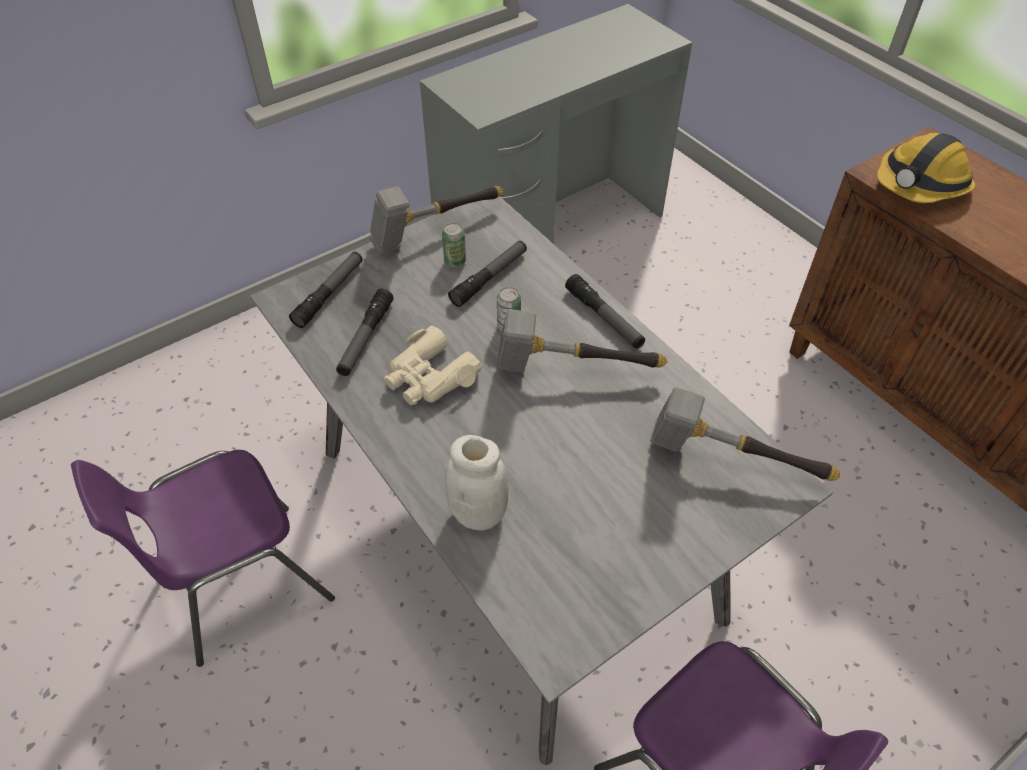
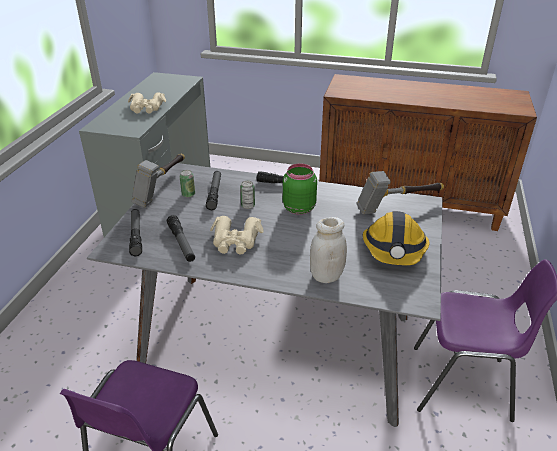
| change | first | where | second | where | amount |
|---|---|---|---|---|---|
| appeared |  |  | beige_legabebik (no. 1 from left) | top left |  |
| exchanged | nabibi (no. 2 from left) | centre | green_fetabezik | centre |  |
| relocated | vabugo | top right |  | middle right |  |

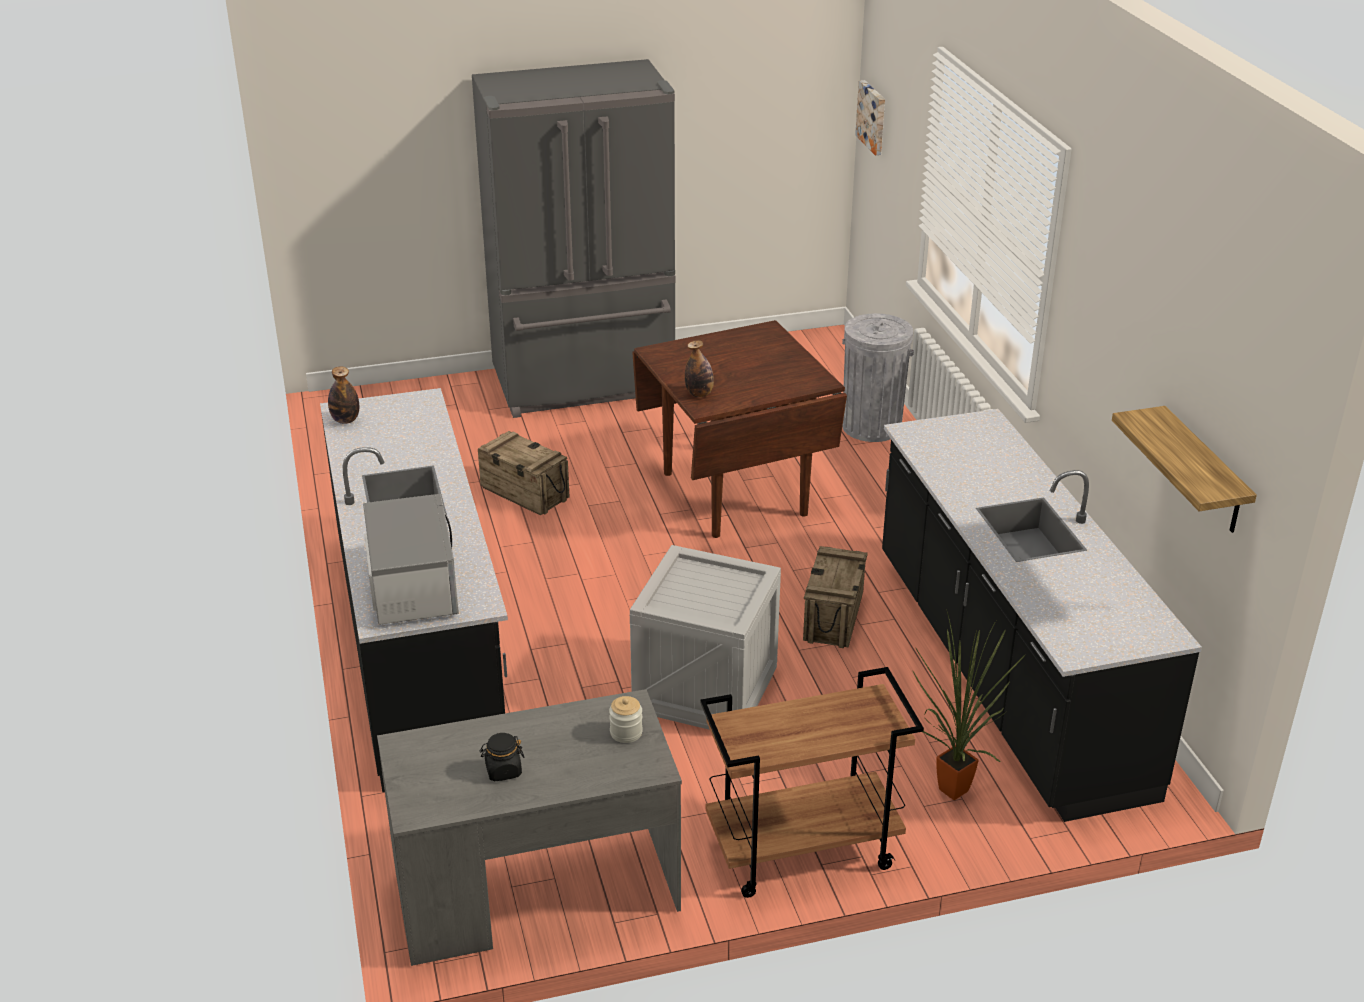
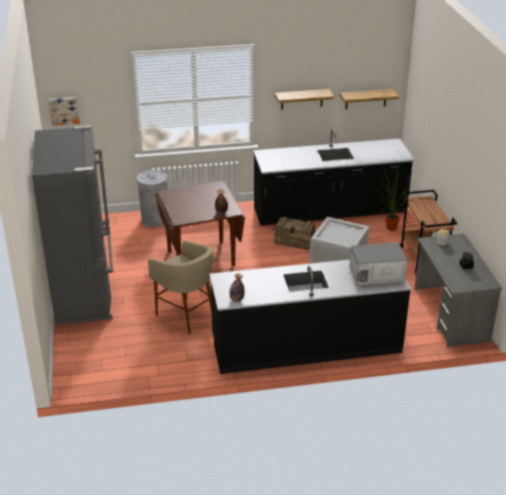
| change | first | where | second | where | amount |
|---|---|---|---|---|---|
| exchanged | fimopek (no. 1 from left) | centre | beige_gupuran | centre |  |
| appeared |  |  | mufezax (no. 1 from left) | top centre |  |

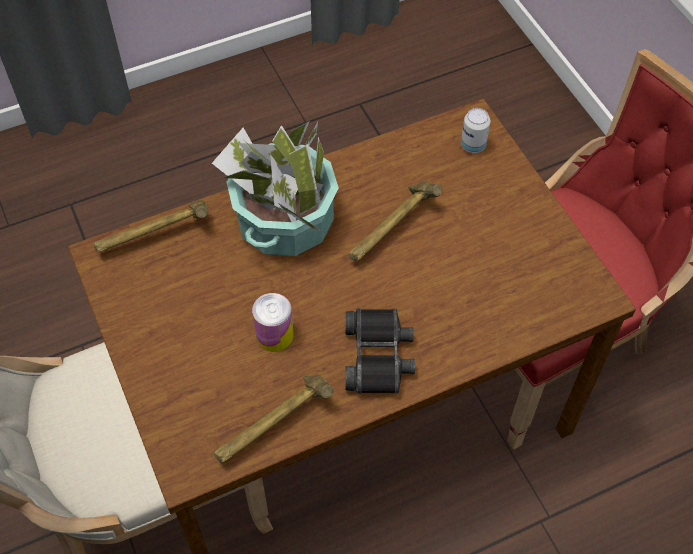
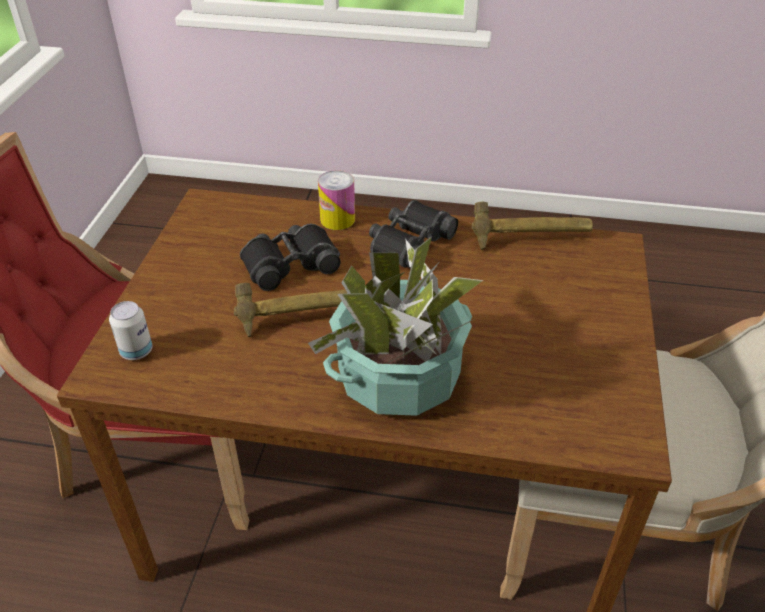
| change | first | where | second | where | amount |
|---|---|---|---|---|---|
| appeared |  |  | black_legabebik (no. 1 from left) | centre |  |
| relocated | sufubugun (no. 1 from left in the first image) | centre | sufubugun (no. 2 from left) | top centre |  |
| missing | nabibi (no. 1 from left) | middle left |  |  |  |

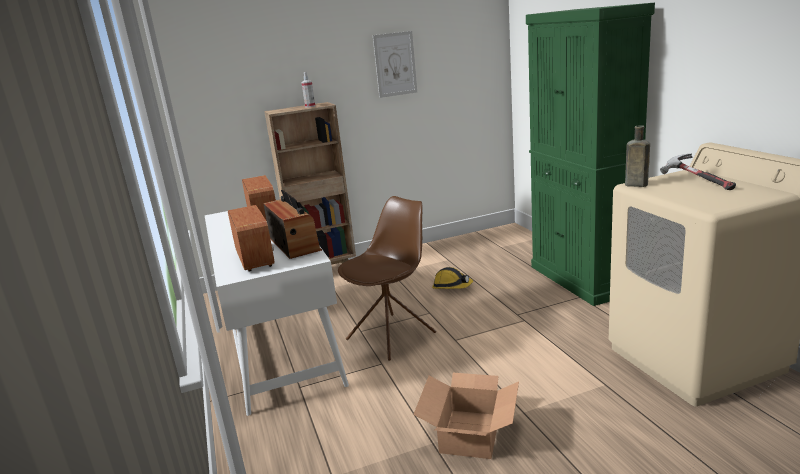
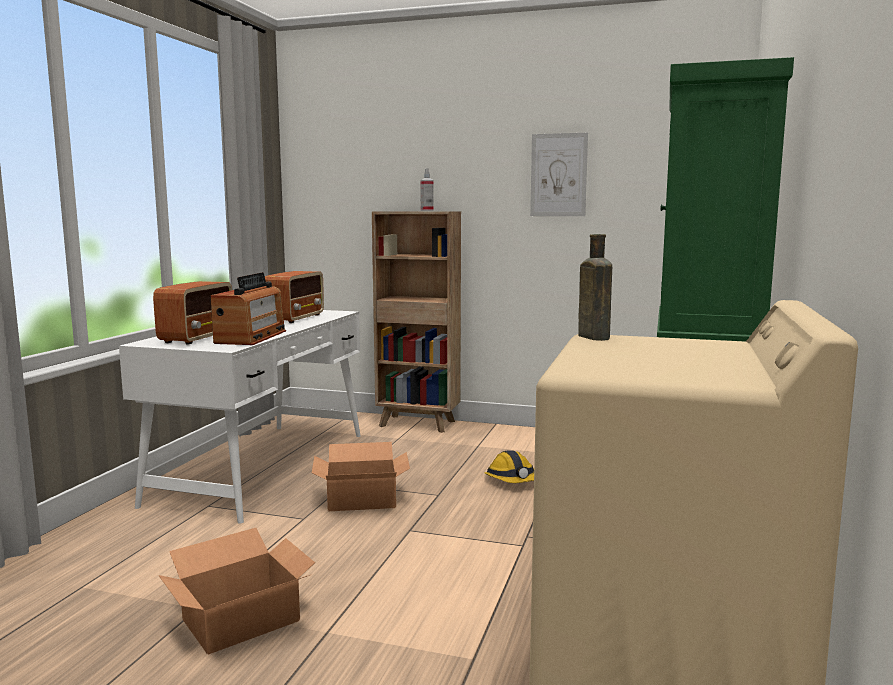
| change | first | where | second | where | amount |
|---|---|---|---|---|---|
| exchanged | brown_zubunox | centre | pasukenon (no. 2 from left) | bottom centre |  |
| missing | nabibi | middle right |  |  |  |

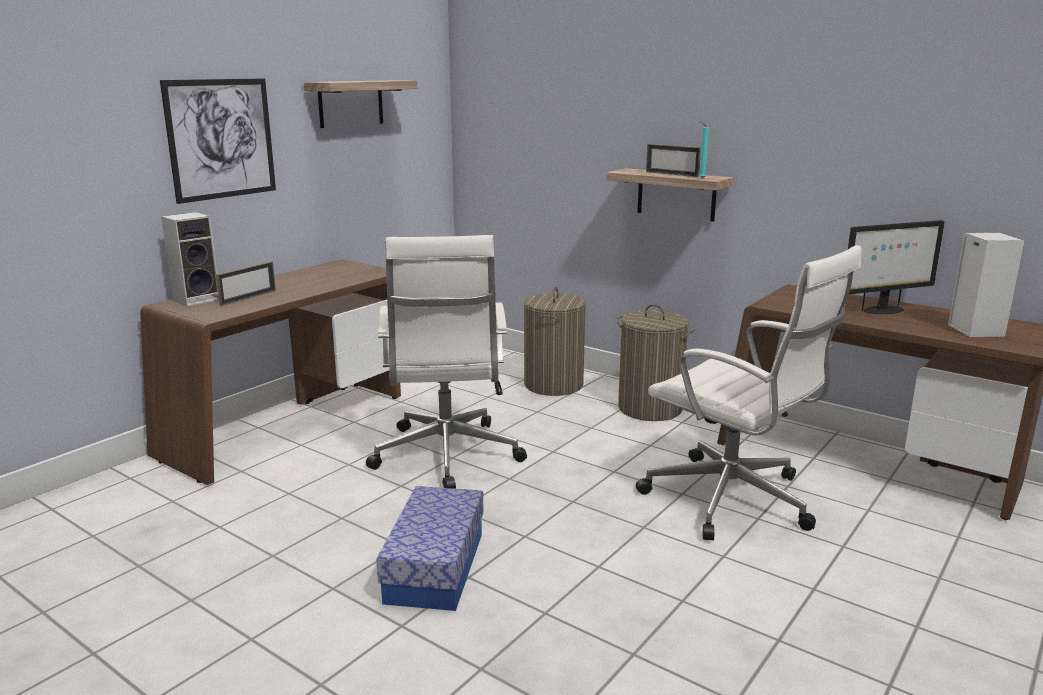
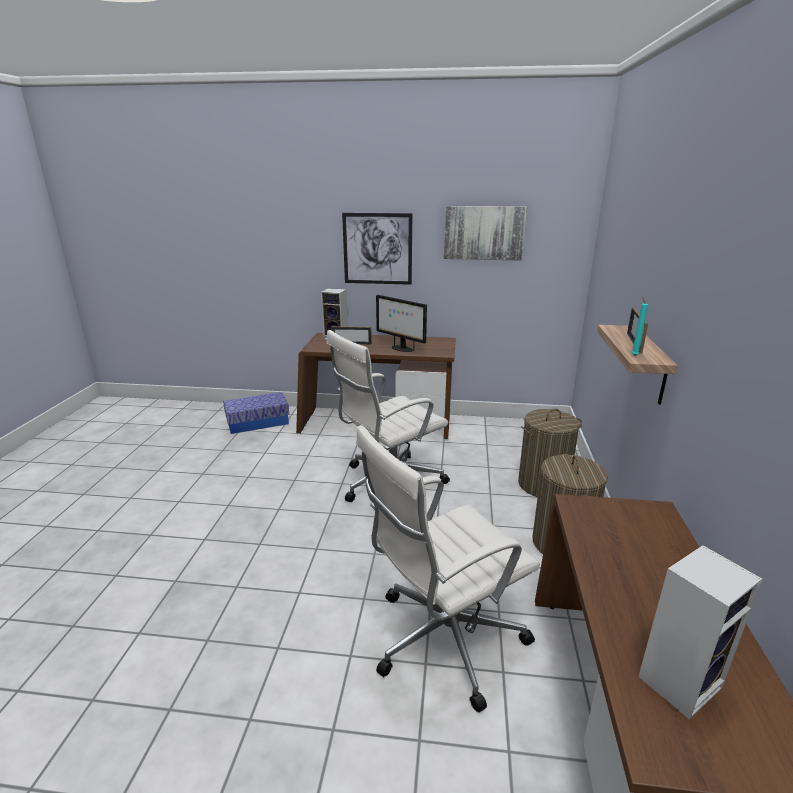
| change | first | where | second | where | amount |
|---|---|---|---|---|---|
| relocated | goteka | bottom centre |  | middle left |  |
| spun | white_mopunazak (no. 2 from left) | middle right |  | bottom centre | 45 degrees clockwise |
| relocated | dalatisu | middle right |  | centre |  |
| exchanged | mufezax (no. 1 from left) | top centre | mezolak (no. 2 from left) | top centre |  |

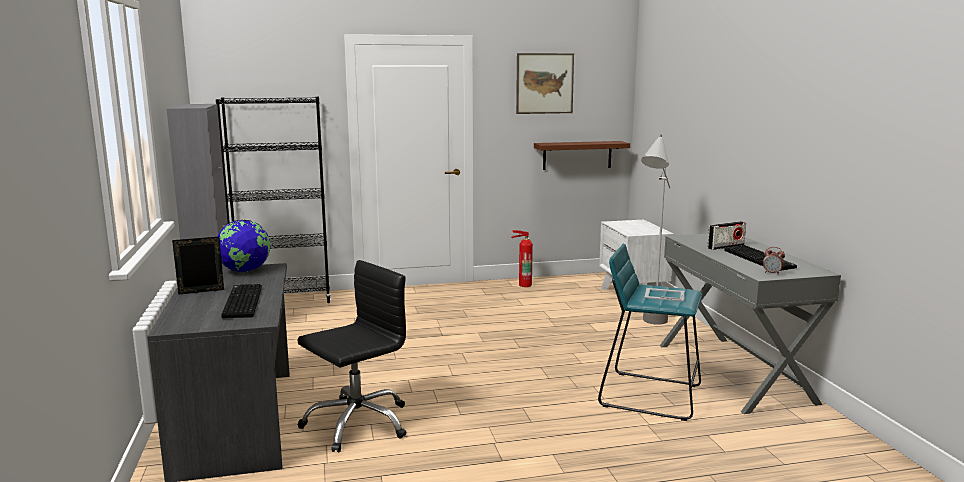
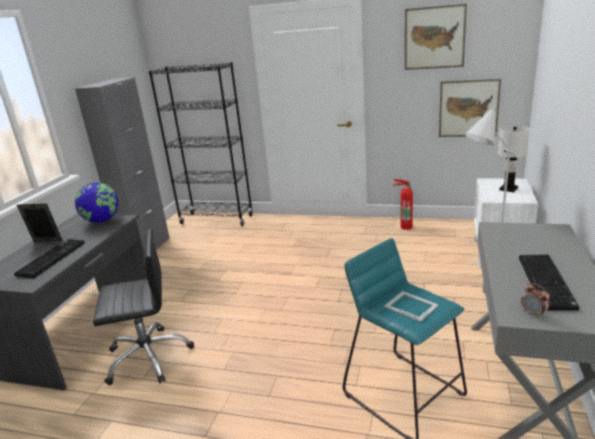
| change | first | where | second | where | amount |
|---|---|---|---|---|---|
| exchanged | brown_mufezax | top centre | mezolak (no. 2 from left) | top right |  |
| appeared |  |  | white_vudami | middle right |  |
| missing | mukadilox | middle right |  |  |  |

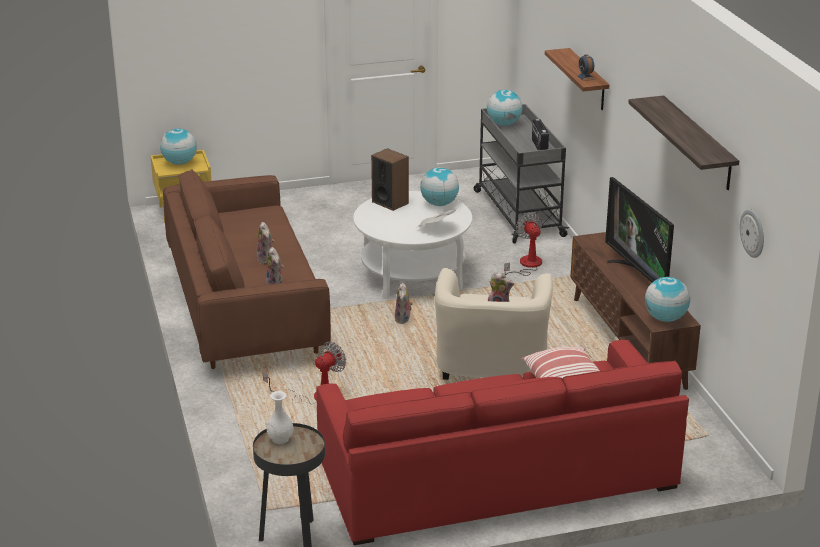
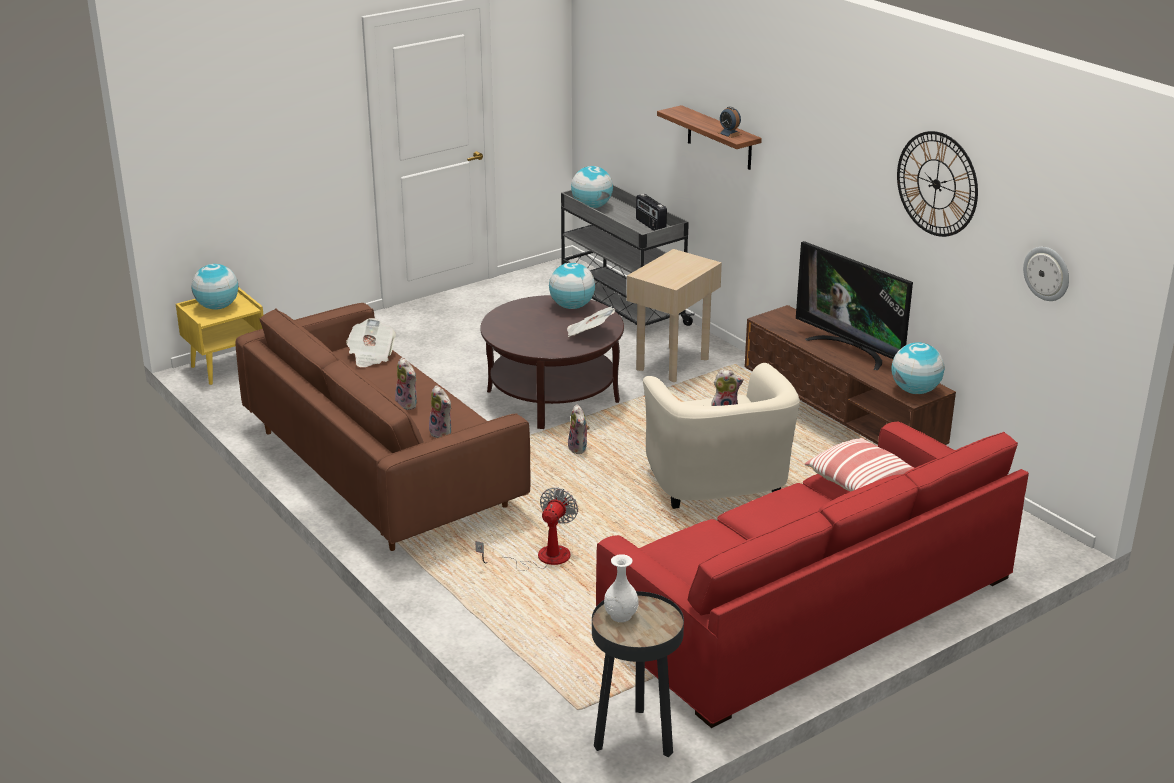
| change | first | where | second | where | amount |
|---|---|---|---|---|---|
| appeared |  |  | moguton (no. 1 from left) | middle left |  |
| colour | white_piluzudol | centre | brown_piluzudol | centre |  |
| exchanged | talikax (no. 2 from left) | centre | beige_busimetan | centre |  |
| exchanged | mufezax (no. 2 from left) | top right | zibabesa (no. 1 from left) | top right |  |
| missing | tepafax | top centre |  |  |  |

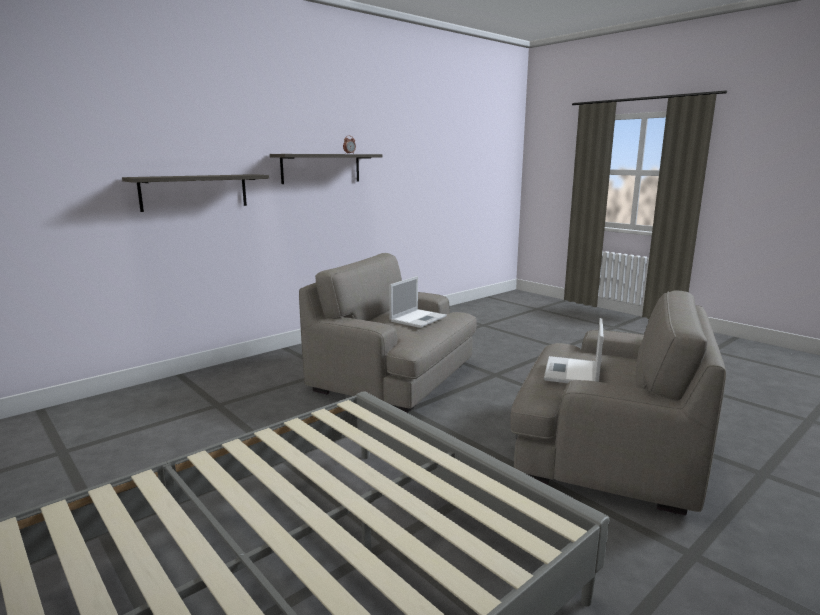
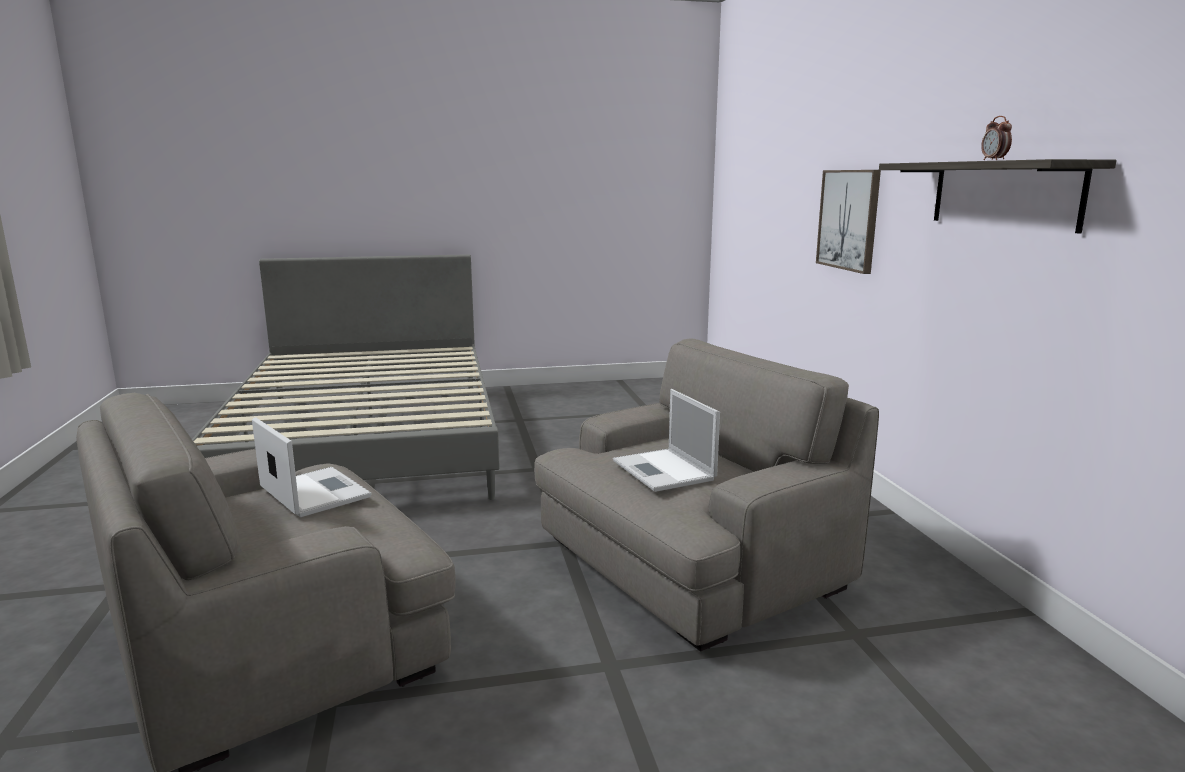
| change | first | where | second | where | amount |
|---|---|---|---|---|---|
| exchanged | mufezax (no. 1 from left) | top left | mezolak | top right |  |

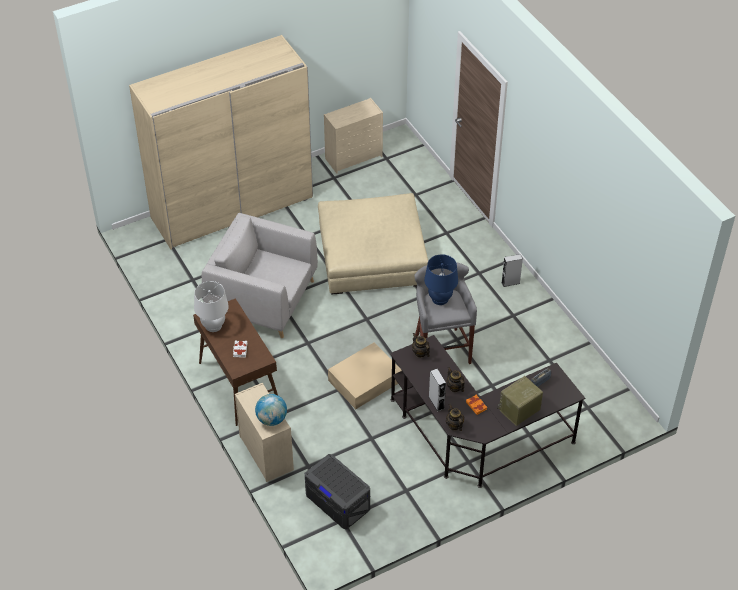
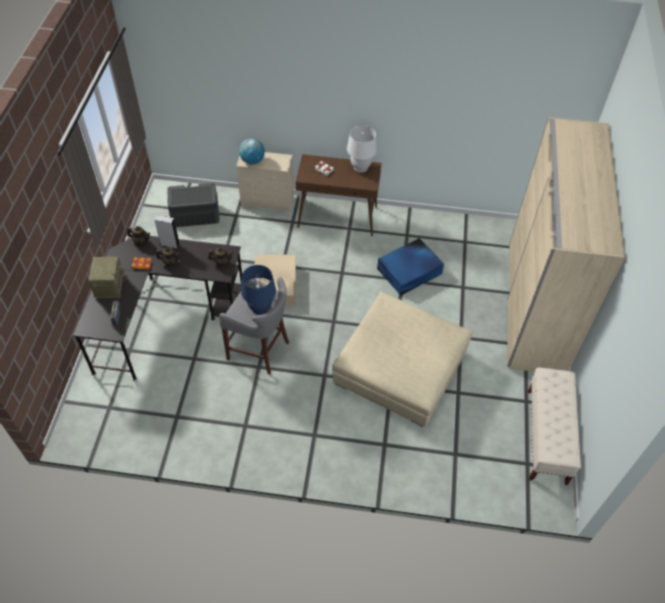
| change | first | where | second | where | amount |
|---|---|---|---|---|---|
| exchanged | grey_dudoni | centre | blue_goteka | centre |  |
| exchanged | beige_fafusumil (no. 2 from left) | top centre | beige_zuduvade | bottom right |  |
| missing | grey_tepafax (no. 2 from left) | middle right |  |  |  |

